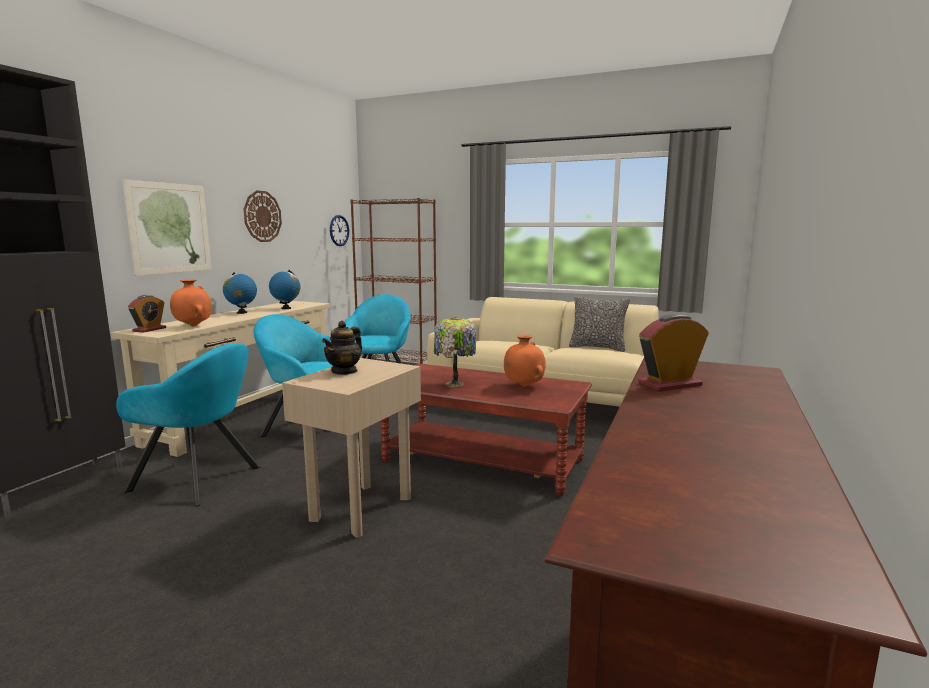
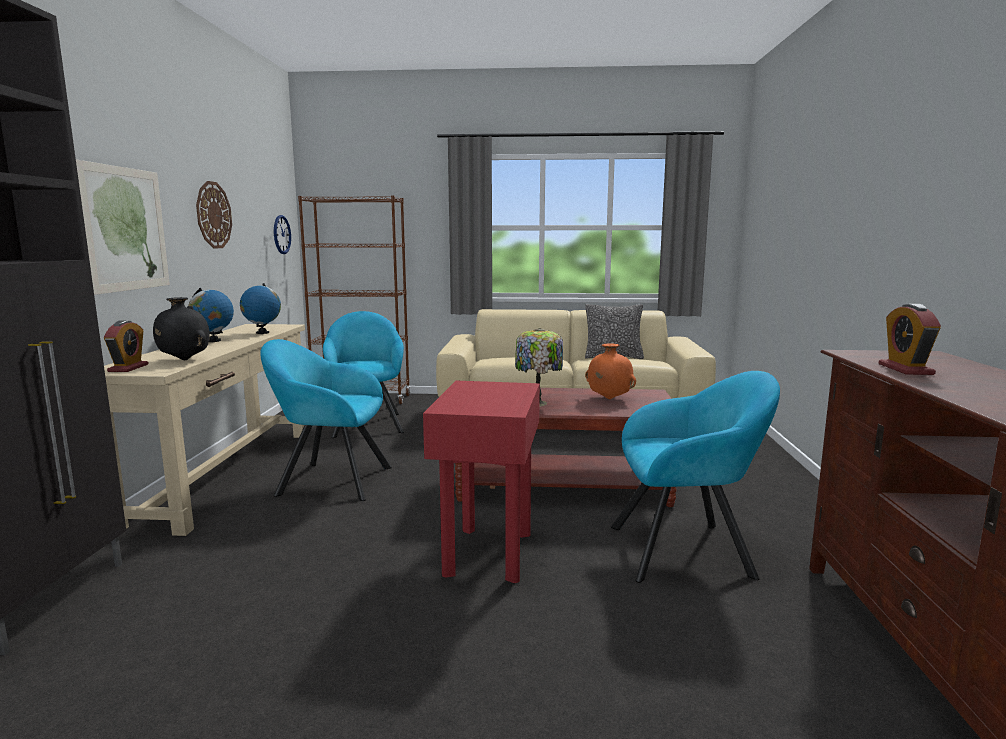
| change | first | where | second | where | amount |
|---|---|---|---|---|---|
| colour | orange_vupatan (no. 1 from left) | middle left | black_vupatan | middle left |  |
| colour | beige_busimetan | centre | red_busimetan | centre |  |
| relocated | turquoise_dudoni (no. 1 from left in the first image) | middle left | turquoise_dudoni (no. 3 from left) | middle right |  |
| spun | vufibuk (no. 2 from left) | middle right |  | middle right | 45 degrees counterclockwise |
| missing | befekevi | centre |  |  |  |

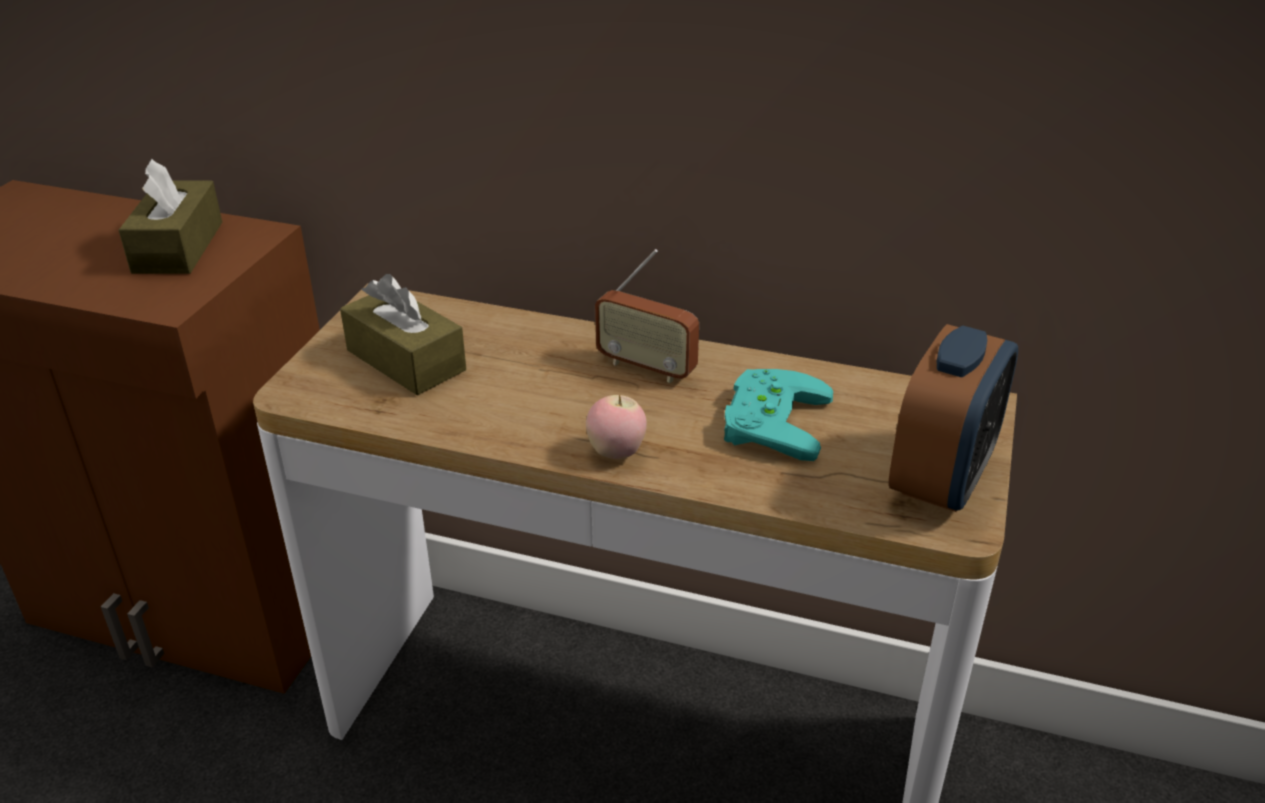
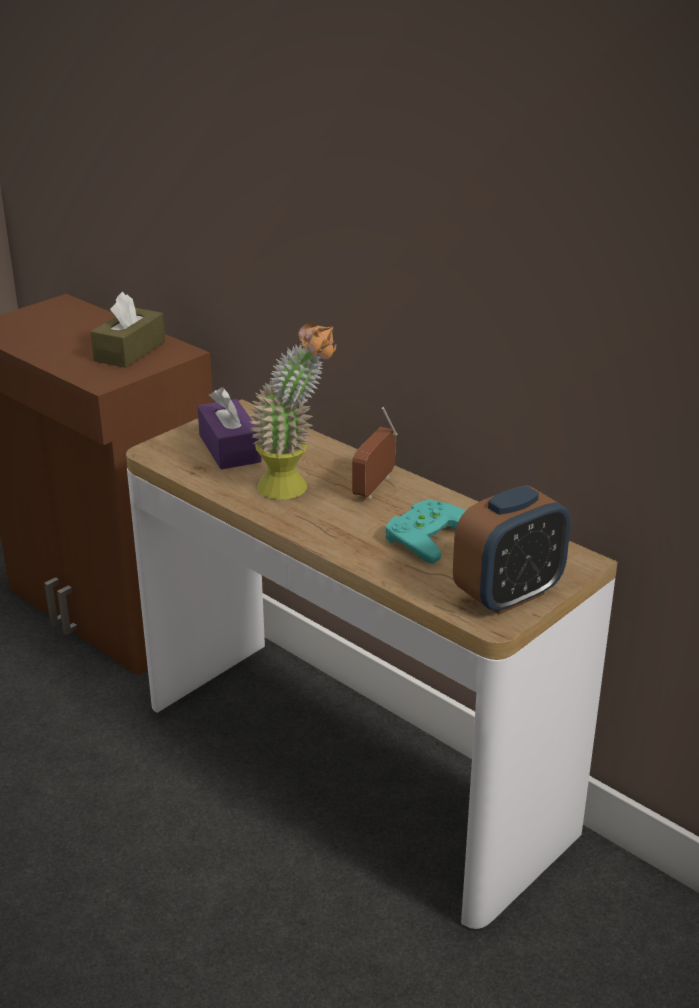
| change | first | where | second | where | amount |
|---|---|---|---|---|---|
| colour | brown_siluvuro (no. 2 from left) | middle left | purple_siluvuro | middle left |  |
| appeared |  |  | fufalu | centre |  |
| spun | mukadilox | centre |  | centre | 60 degrees clockwise |
| missing | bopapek | centre |  |  |  |

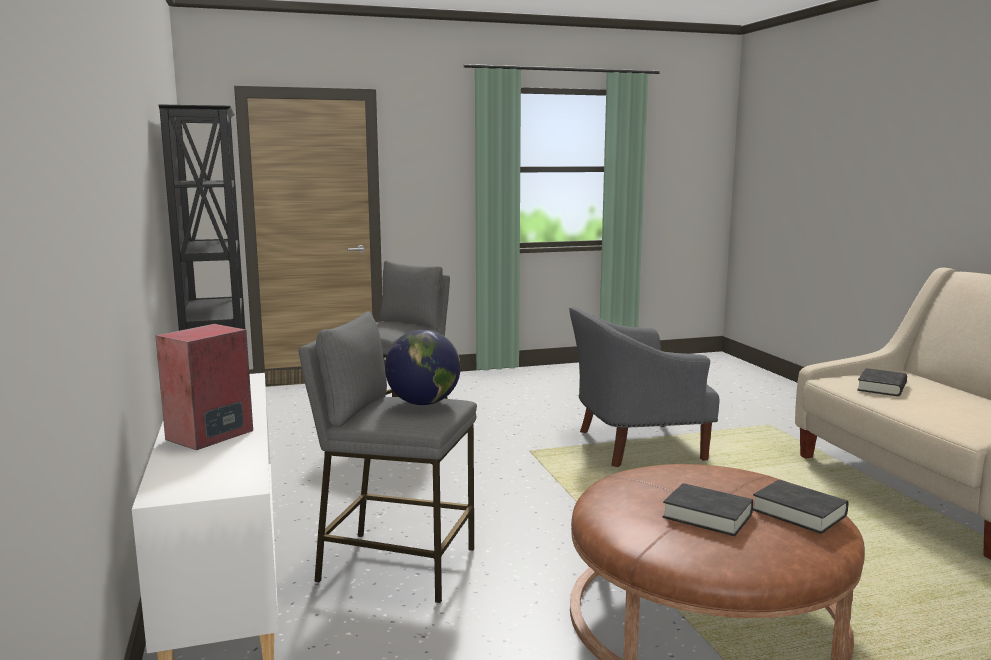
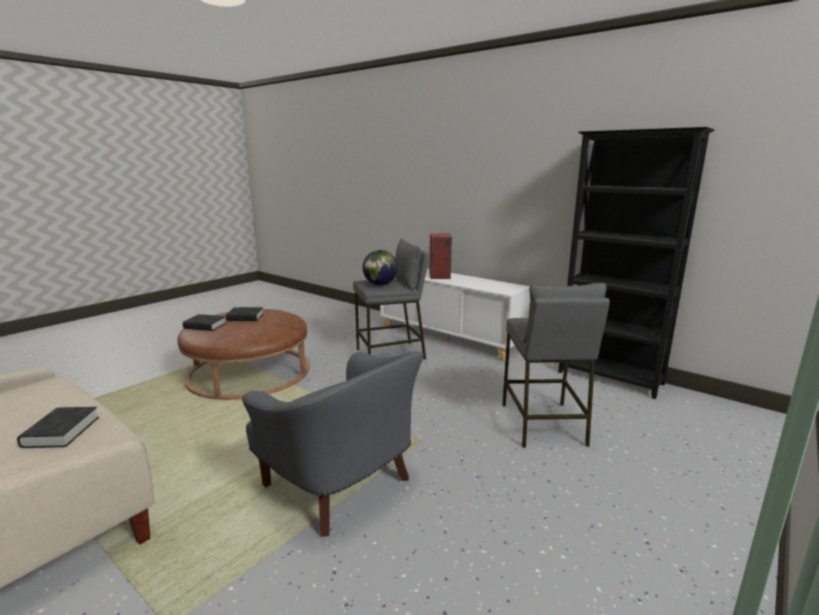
| change | first | where | second | where | amount |
|---|---|---|---|---|---|
| spun | grey_dudoni | centre |  | bottom centre | 90 degrees clockwise |

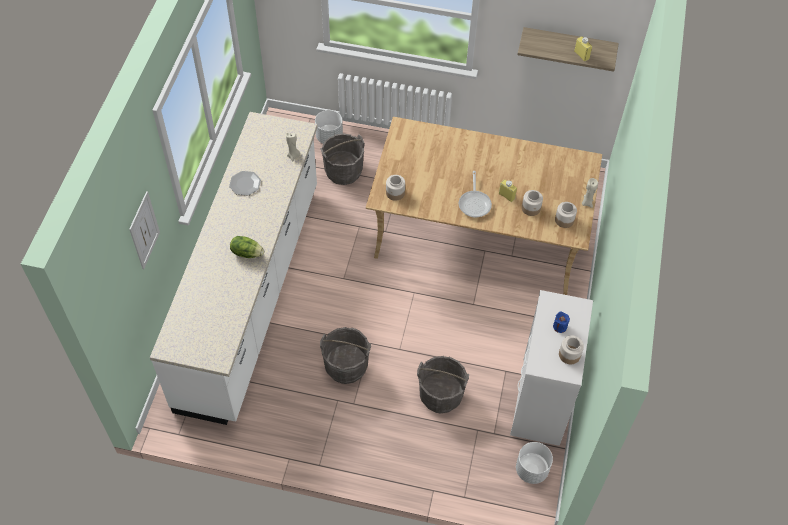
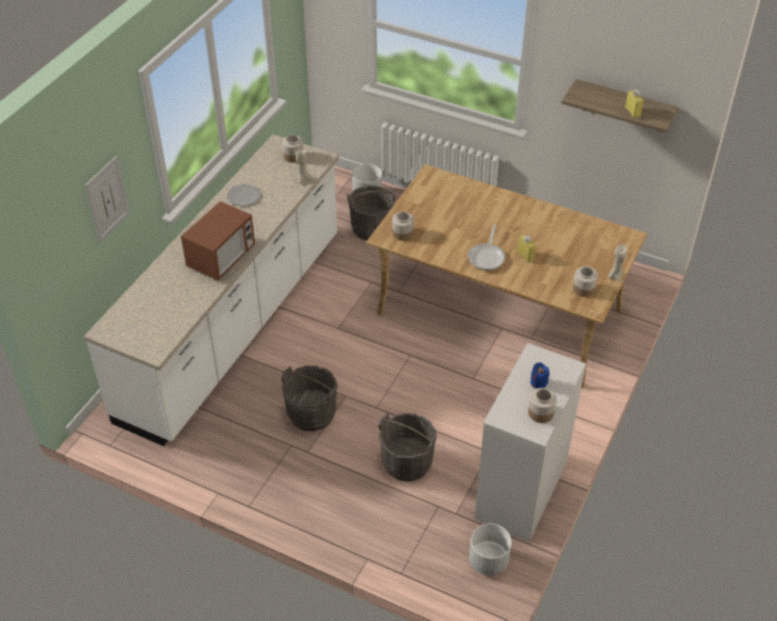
| change | first | where | second | where | amount |
|---|---|---|---|---|---|
| exchanged | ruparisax | middle left | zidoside | middle left |  |
| relocated | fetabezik (no. 2 from left in the first image) | middle right | fetabezik (no. 1 from left) | top centre |  |

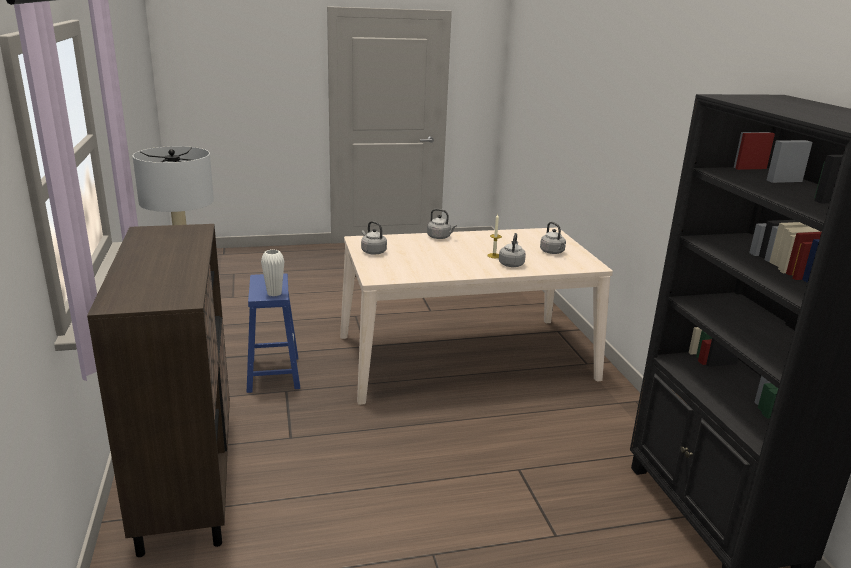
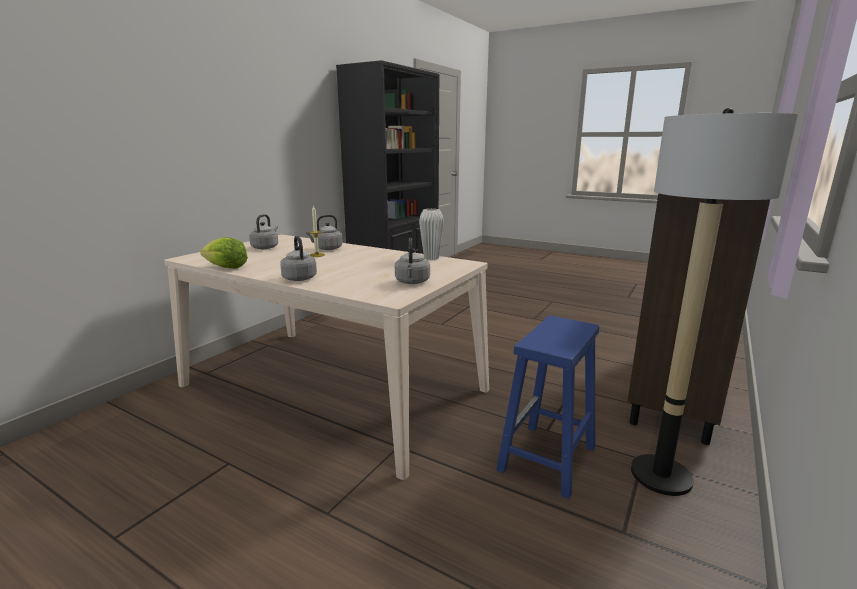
| change | first | where | second | where | amount |
|---|---|---|---|---|---|
| appeared |  |  | ruparisax | middle left |  |
| relocated | white_vupatan | middle left |  | centre |  |

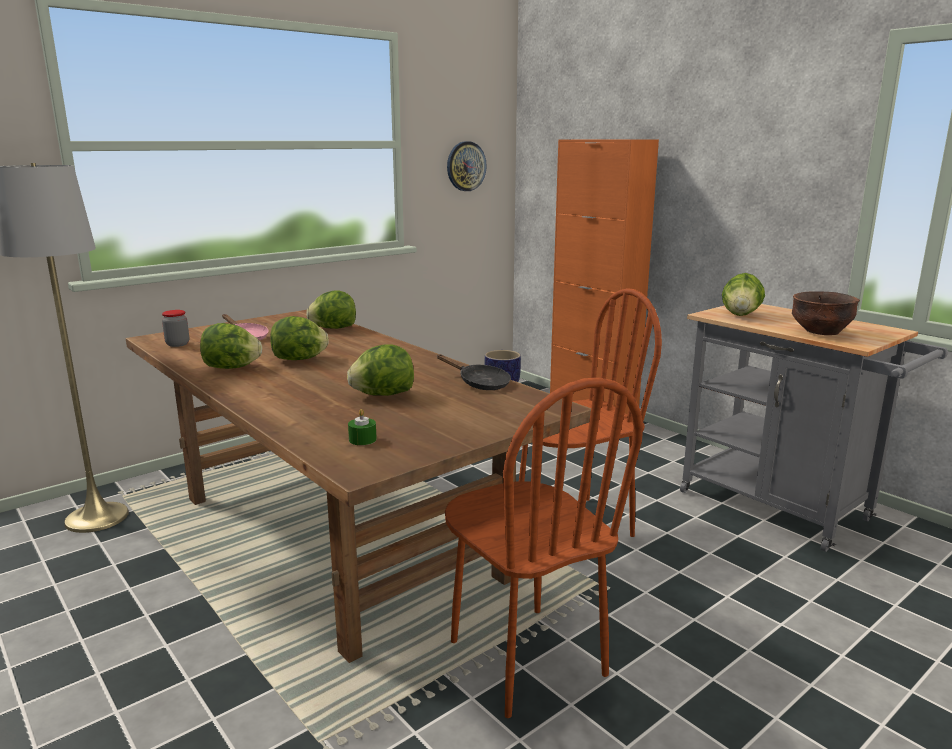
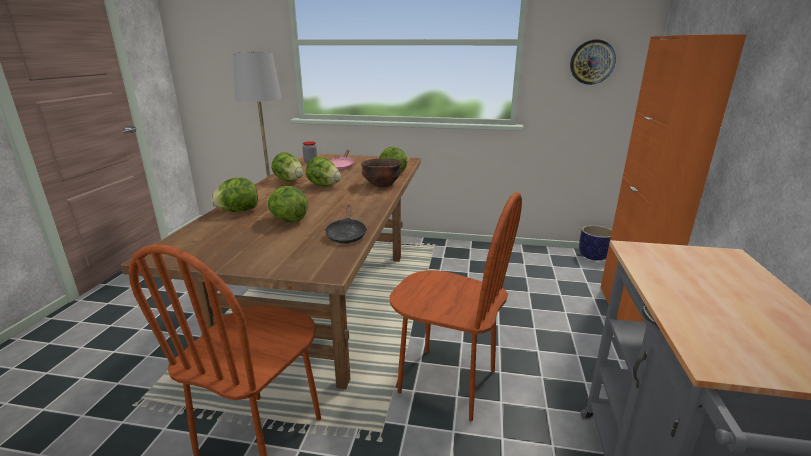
| change | first | where | second | where | amount |
|---|---|---|---|---|---|
| relocated | ruparisax (no. 5 from left in the first image) | middle right | ruparisax (no. 1 from left) | middle left |  |
| relocated | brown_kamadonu | middle right |  | centre |  |
| missing | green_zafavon | centre |  |  |  |

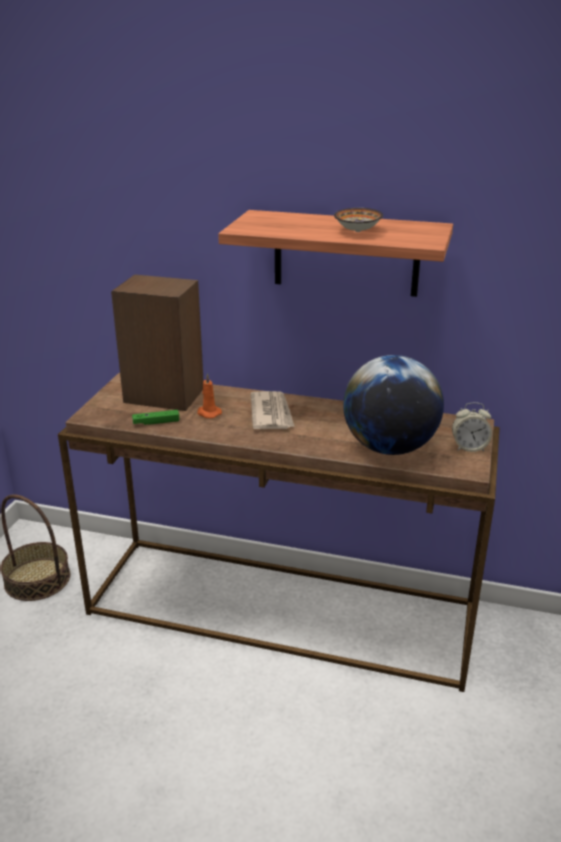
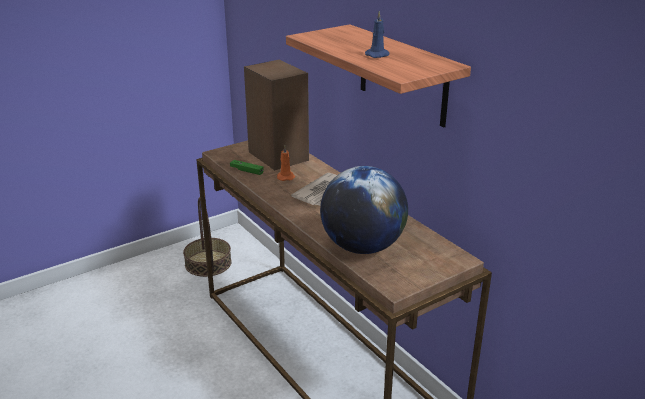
| change | first | where | second | where | amount |
|---|---|---|---|---|---|
| exchanged | kamadonu | top centre | blue_zafavon | top centre |  |
| missing | vufibuk | middle right |  |  |  |

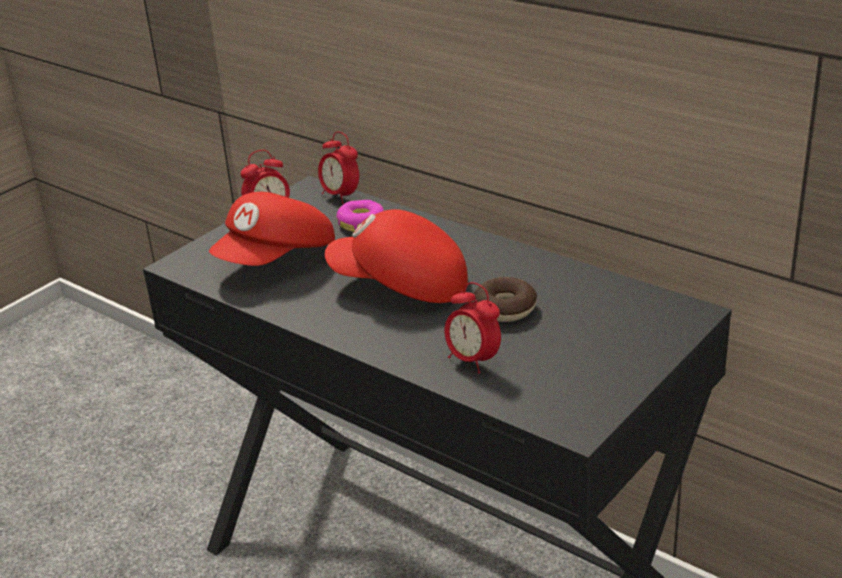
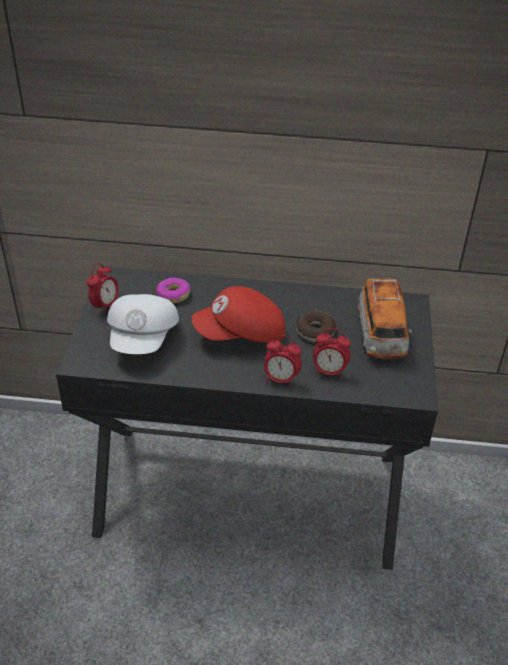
| change | first | where | second | where | amount |
|---|---|---|---|---|---|
| colour | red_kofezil (no. 1 from left) | middle left | white_kofezil | middle left |  |
| relocated | vufibuk (no. 2 from left) | top centre |  | centre |  |
| appeared |  |  | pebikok | middle right |  |

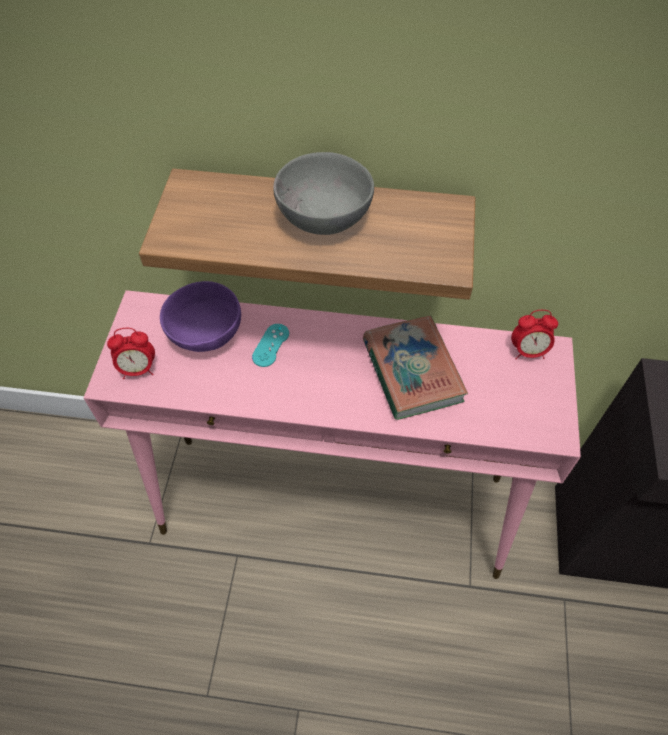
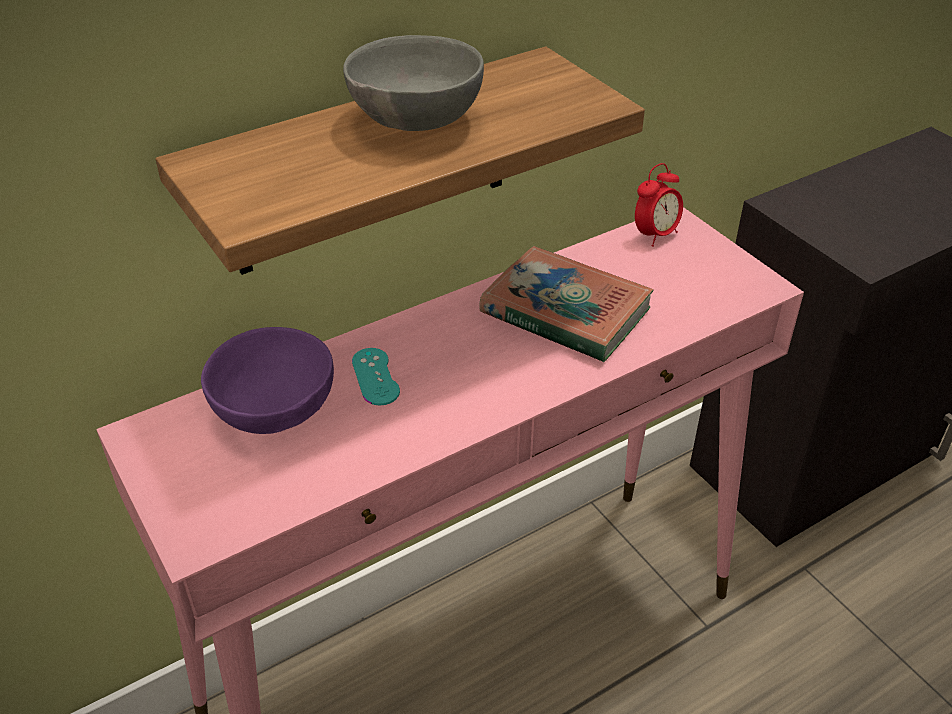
| change | first | where | second | where | amount |
|---|---|---|---|---|---|
| missing | vufibuk (no. 1 from left) | middle left |  |  |  |

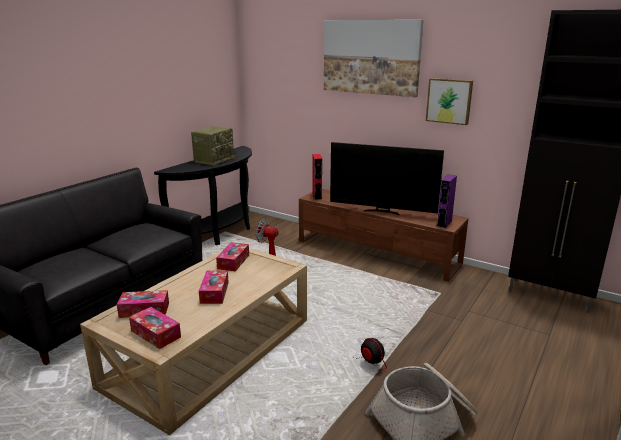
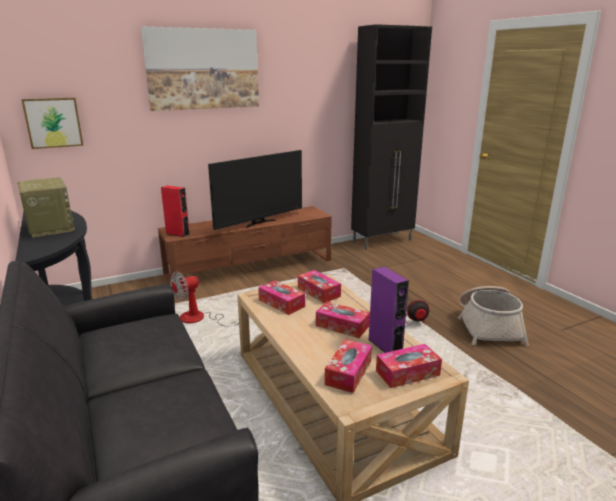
| change | first | where | second | where | amount |
|---|---|---|---|---|---|
| relocated | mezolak (no. 2 from left in the first image) | top right | mezolak (no. 1 from left) | top left |  |
| appeared |  |  | siluvuro (no. 2 from left) | centre |  |
| relocated | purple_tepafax | middle right |  | centre |  |

